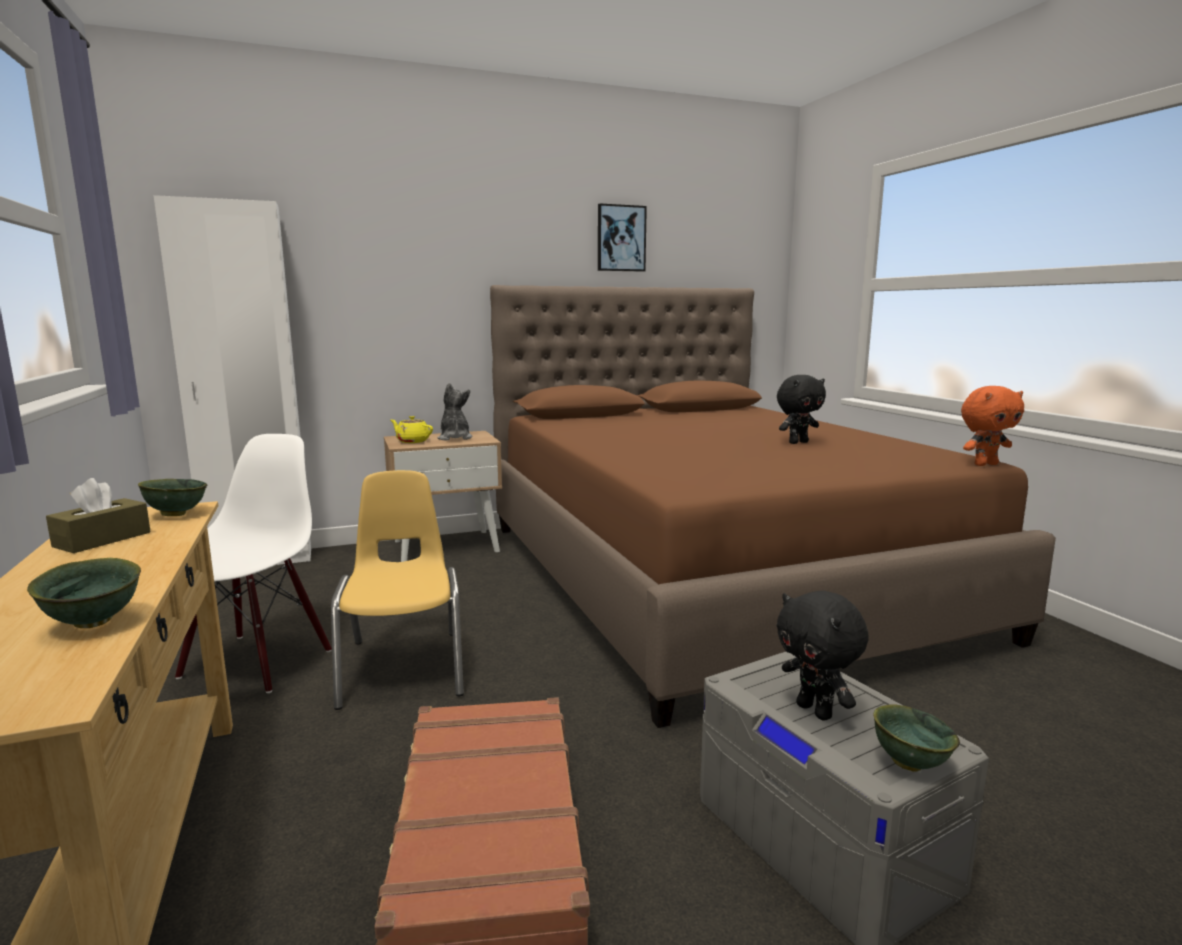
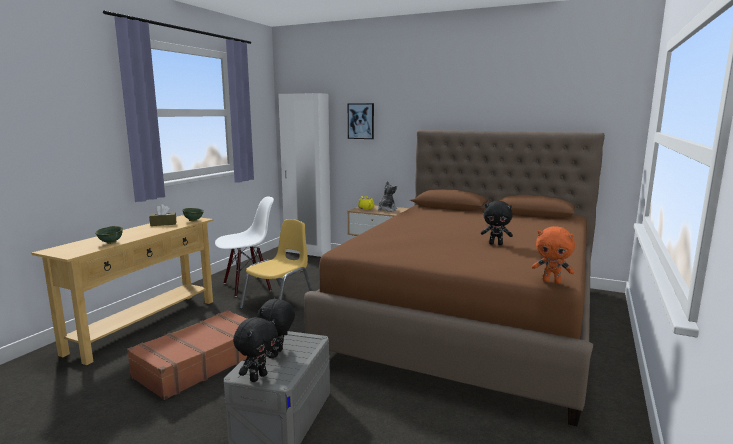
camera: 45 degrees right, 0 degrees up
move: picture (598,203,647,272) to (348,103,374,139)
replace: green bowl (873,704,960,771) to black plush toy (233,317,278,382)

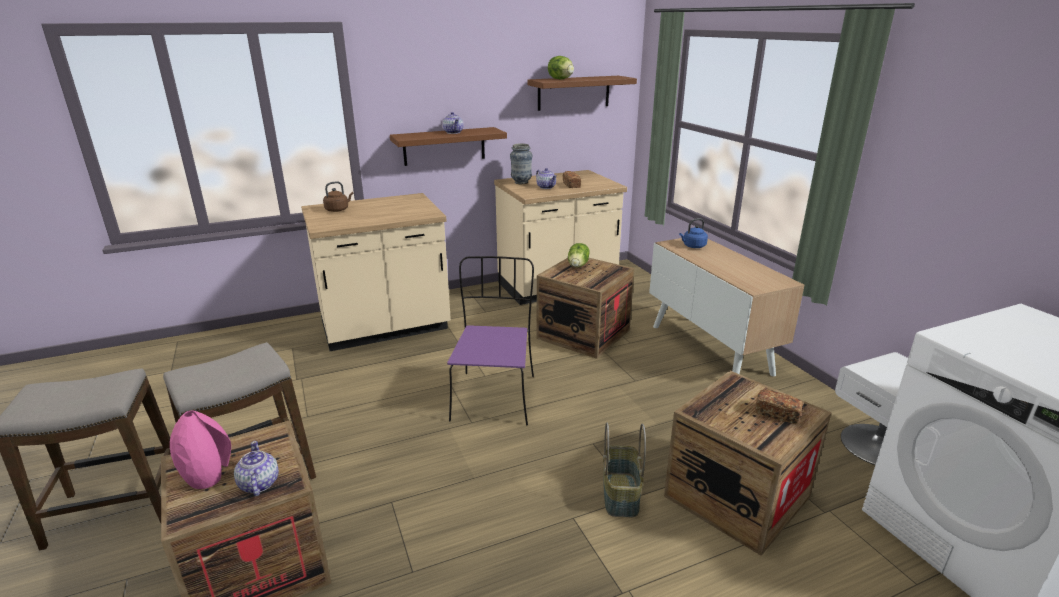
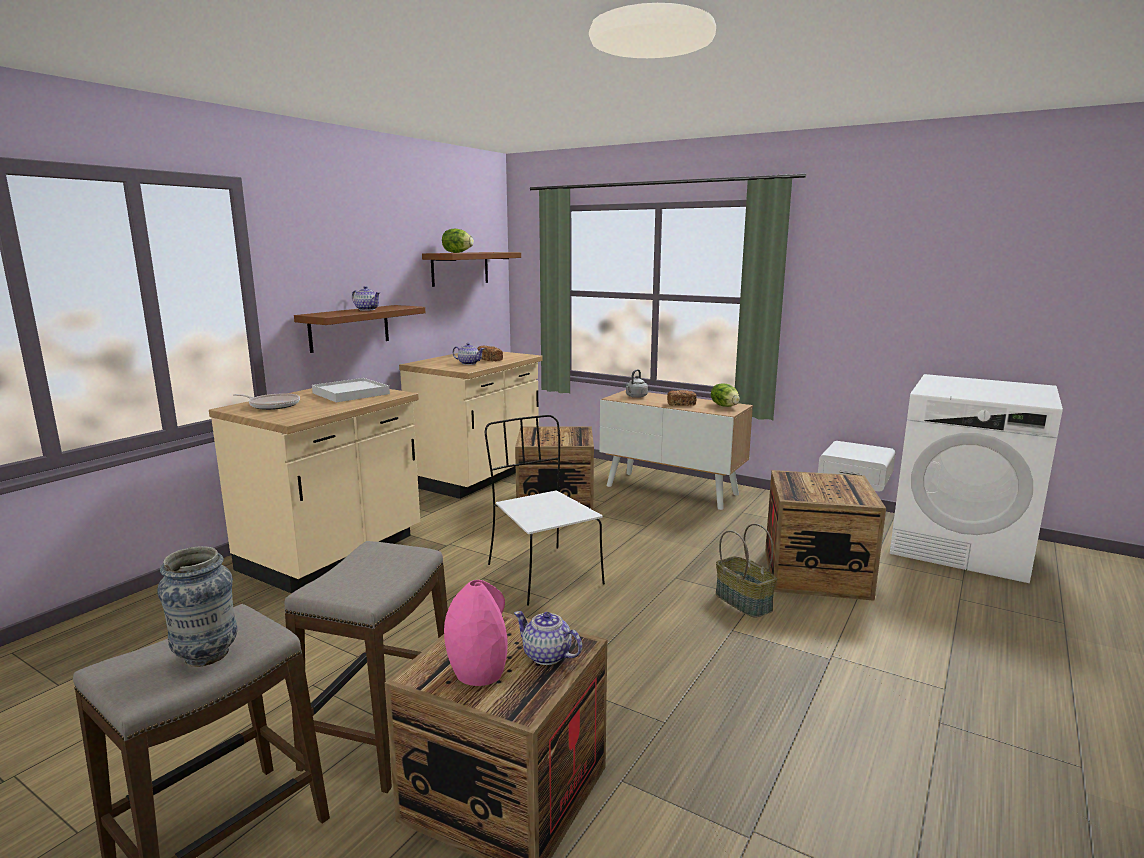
camera: 35 degrees left, 10 degrees down
insert: white tray (312,378,390,402)
move: vase (510,144,532,184) to (157,546,237,667); lettuce (568,243,589,267) to (711,383,740,407); bread (755,389,803,424) to (667,390,697,406)
replace: brown kettle (323,181,353,212) to frying pan (233,393,300,410)
recolor: blue kettle (679,218,708,248) to grey kettle (626,369,648,398); purple chair (447,256,534,425) to white chair (485,415,605,606)

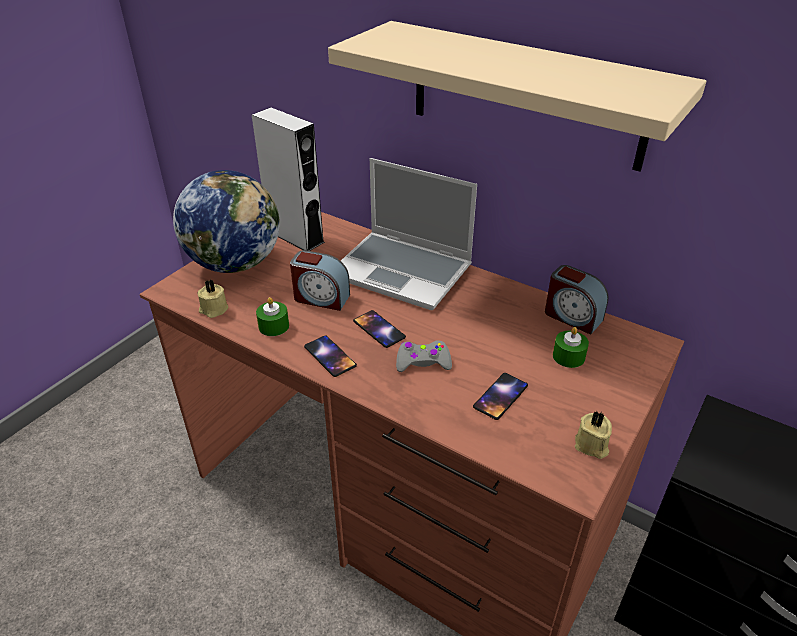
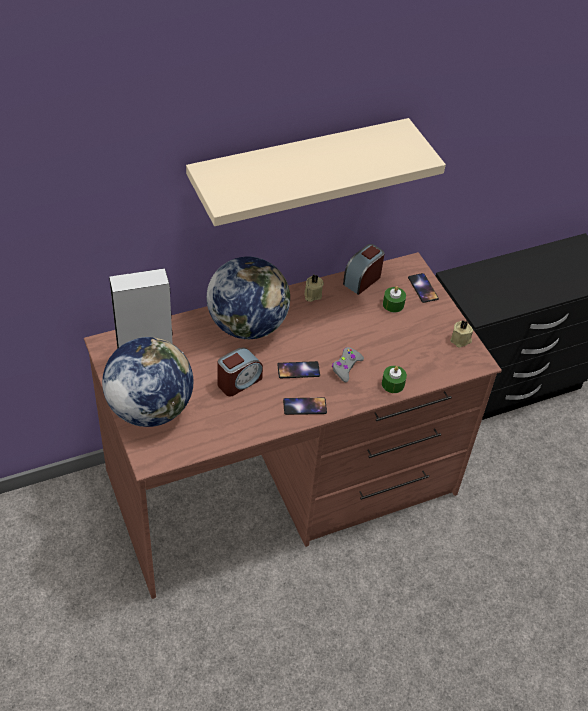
camera: 60 degrees left, 10 degrees up
move: beige candle (197,279,229,318) to (304,274,324,302); green candle (256,297,289,336) to (382,366,407,393); phone (473,373,528,420) to (408,273,439,303)
replace: laptop (341,158,477,310) to globe (207,257,290,339)
rotate: alarm clock (545,265,609,335) = (343,244,385,295) 150 degrees clockwise

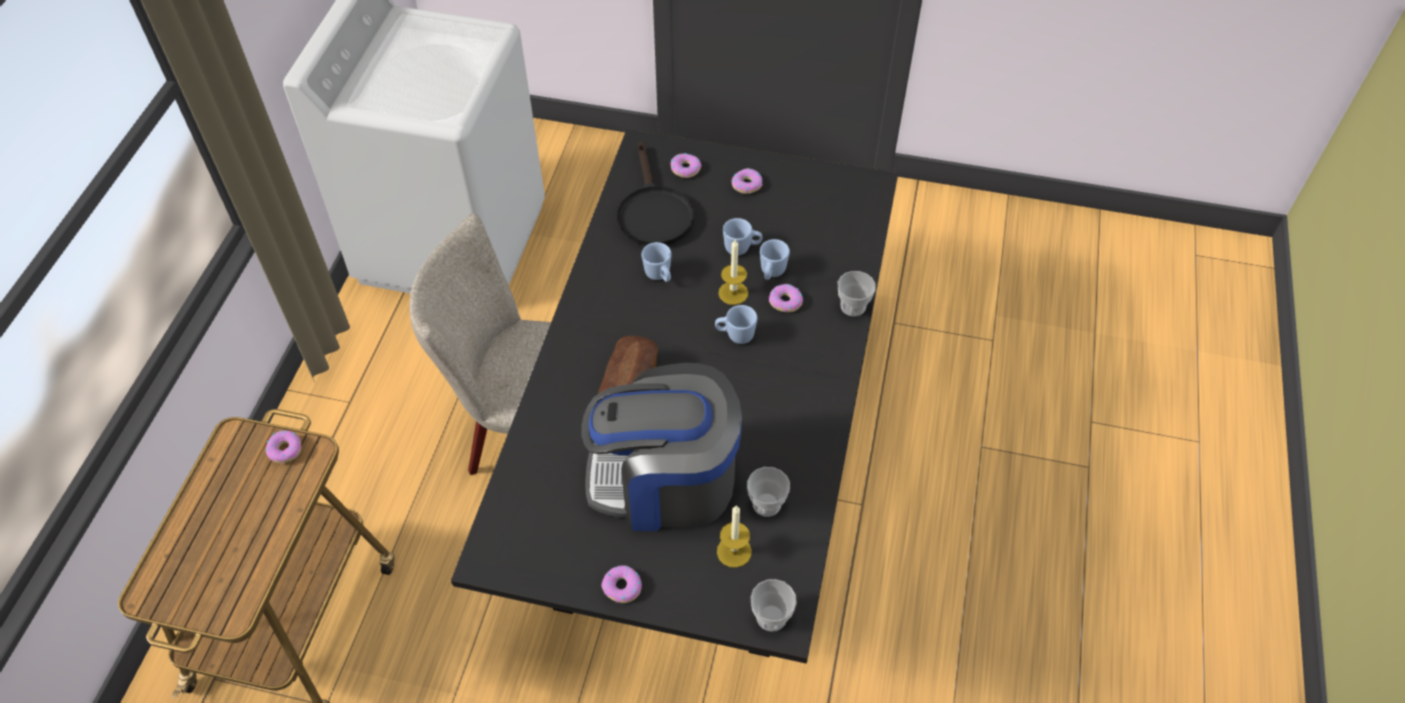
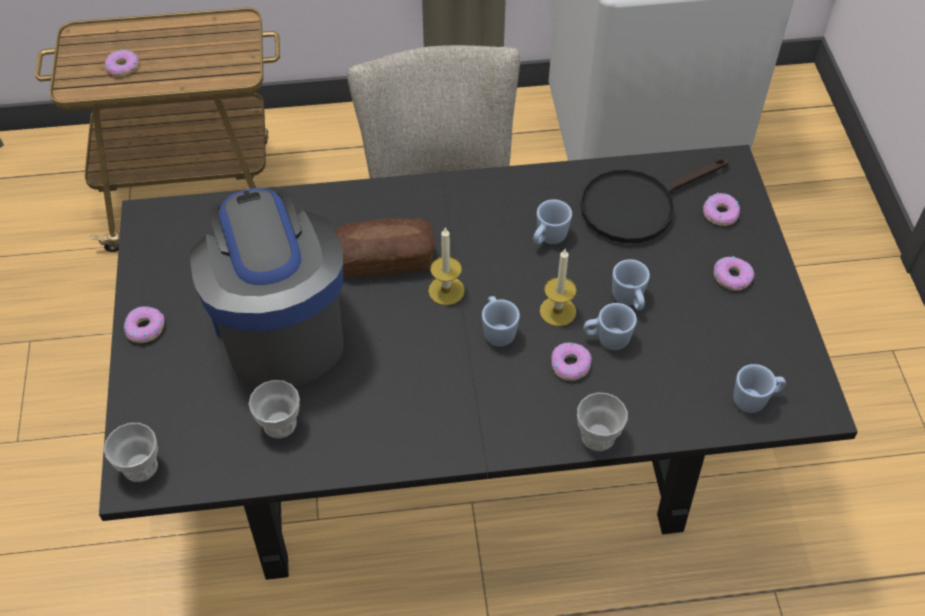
camera: 70 degrees right, 0 degrees up
insert: blue mug (734,364,786,413)
move: donut (266,430,301,463) to (105,50,139,77); candle (717,505,752,568) to (428,227,465,305)

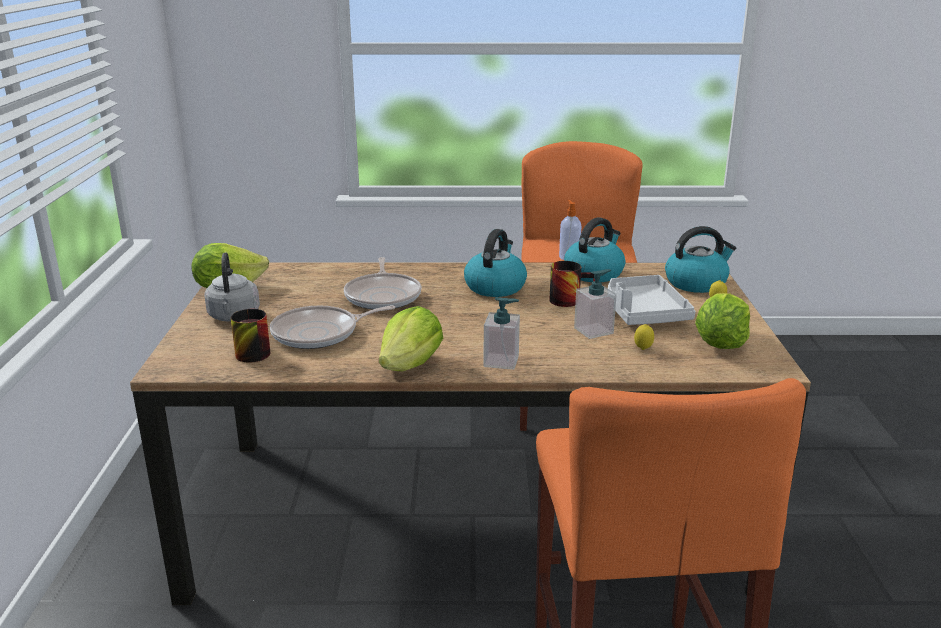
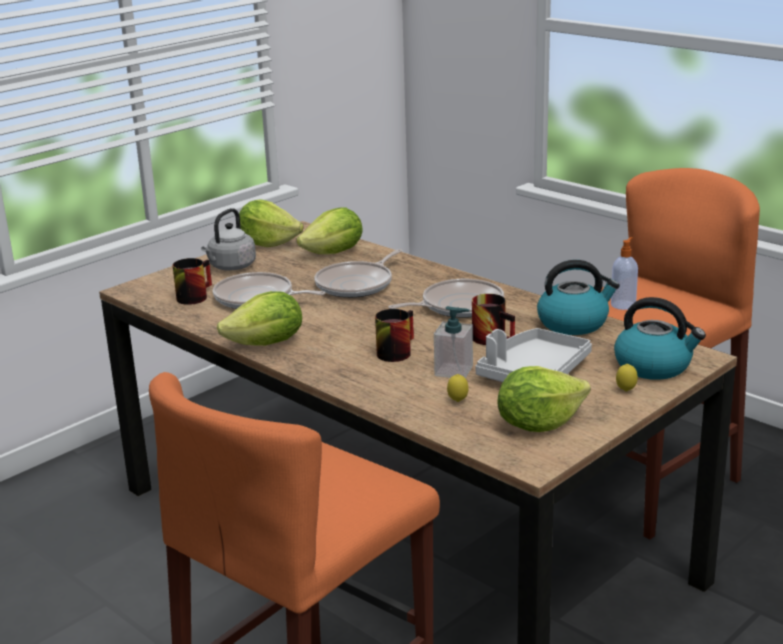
camera: 45 degrees right, 0 degrees up
delete: soap dispenser (483,297,520,370)
insert: lettuce (296,207,363,254); mug (375,309,414,362)
replace: kettle (464,229,527,297) to frying pan (388,279,504,318)

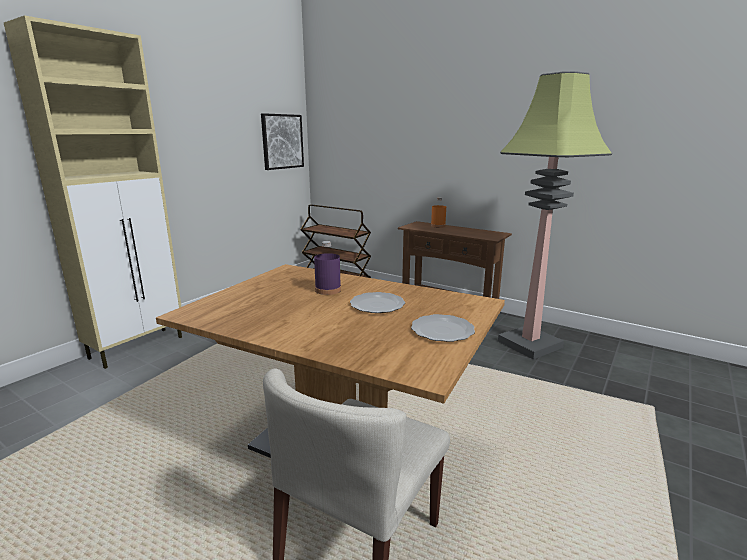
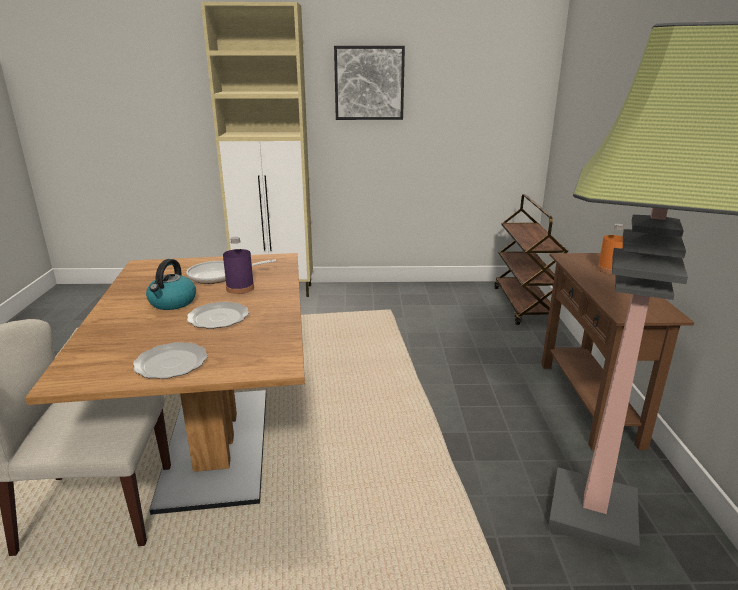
camera: 55 degrees right, 5 degrees up
insert: kettle (146,259,196,310); frying pan (186,260,276,284)
move: picture (261,113,304,170) to (334,46,405,120)

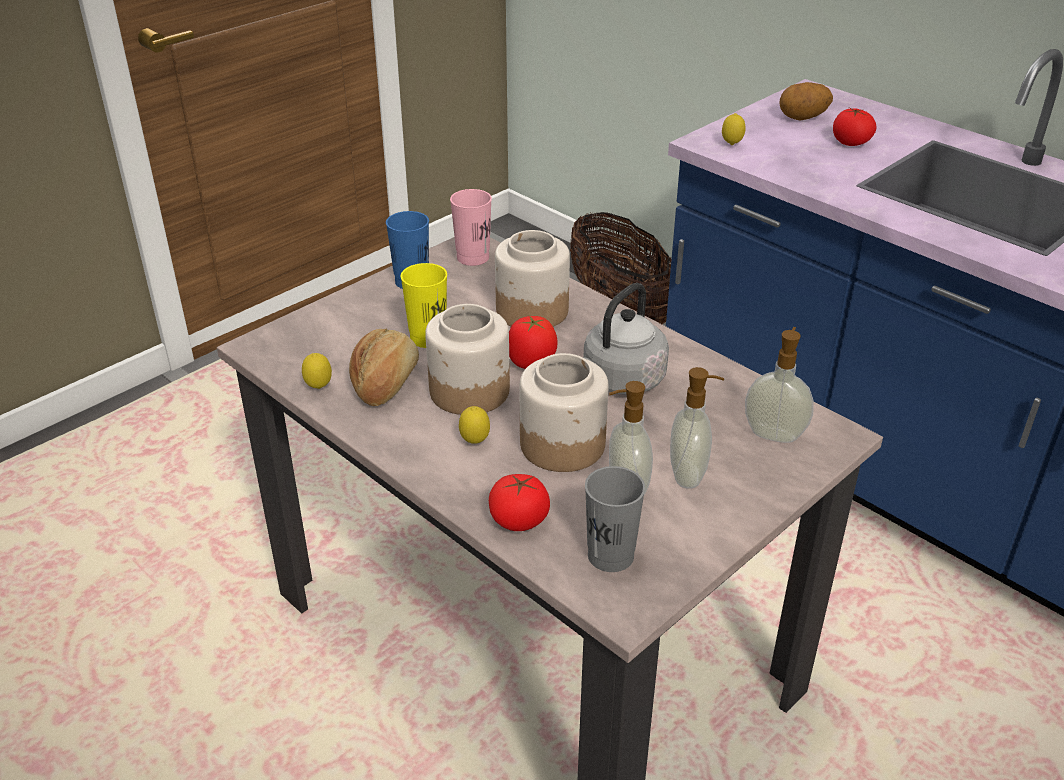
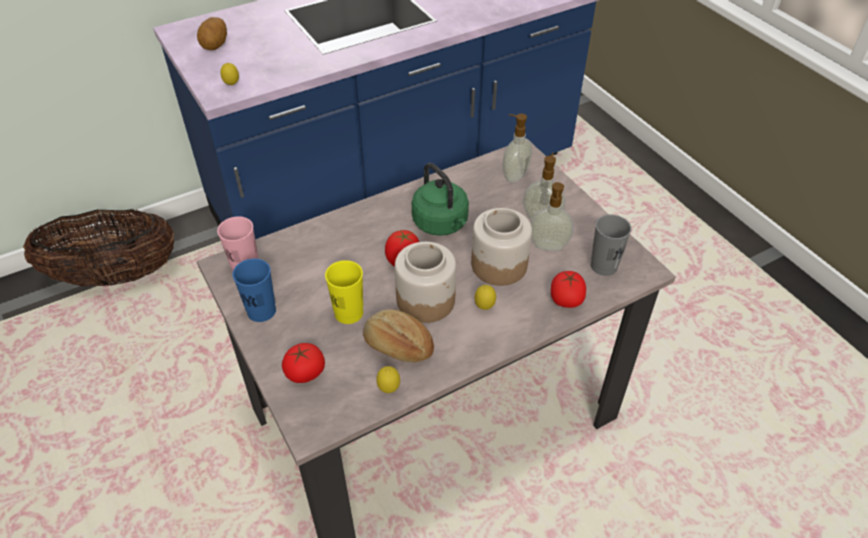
camera: 75 degrees left, 10 degrees up
delete: jar (495,230,570,327)
move: tomato (833,108,877,146) to (282,343,325,383)
recolor: grey kettle (583,283,669,395) to green kettle (412,163,469,236)

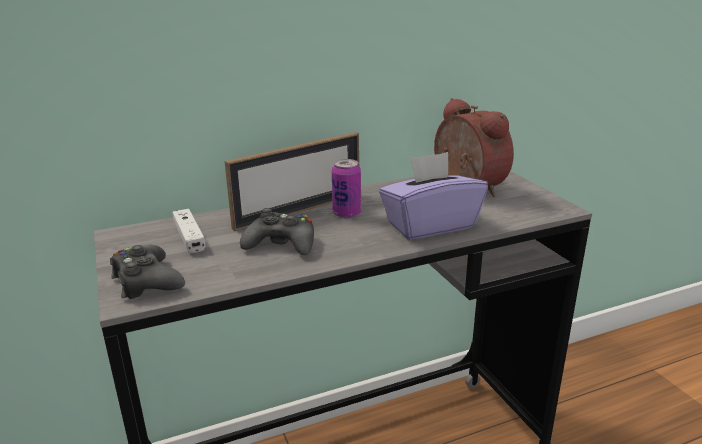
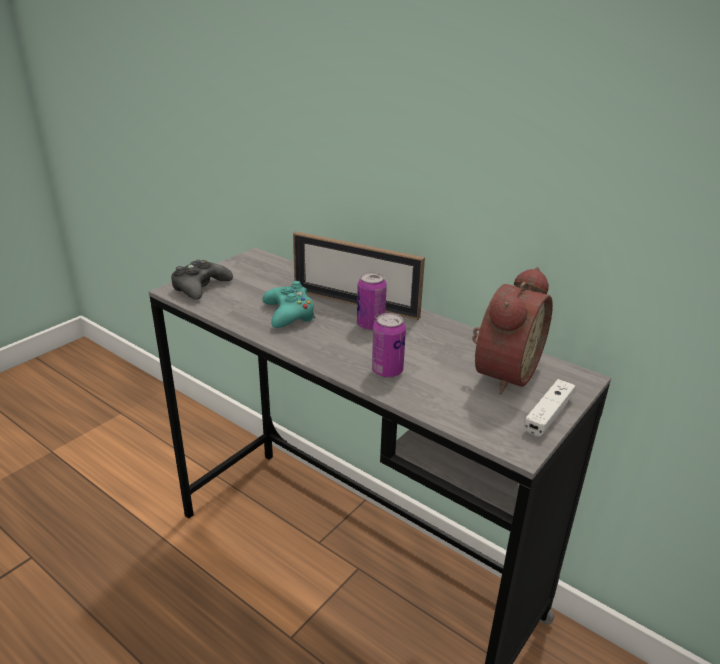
camera: 60 degrees right, 5 degrees up
move: white game controller (172,209,205,253) to (524,379,575,437)
replace: purple tissue box (379,152,488,240) to can (372,313,406,378)
recolor: black game controller (240,208,314,255) to turquoise game controller (262,281,315,328)

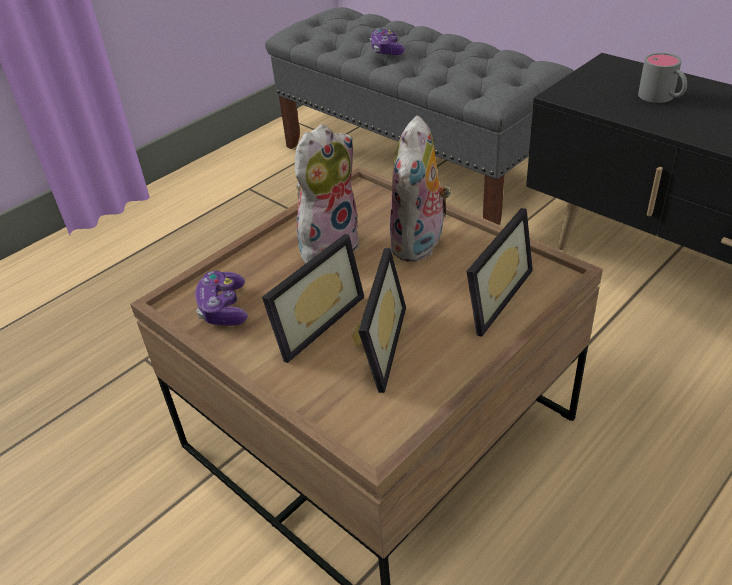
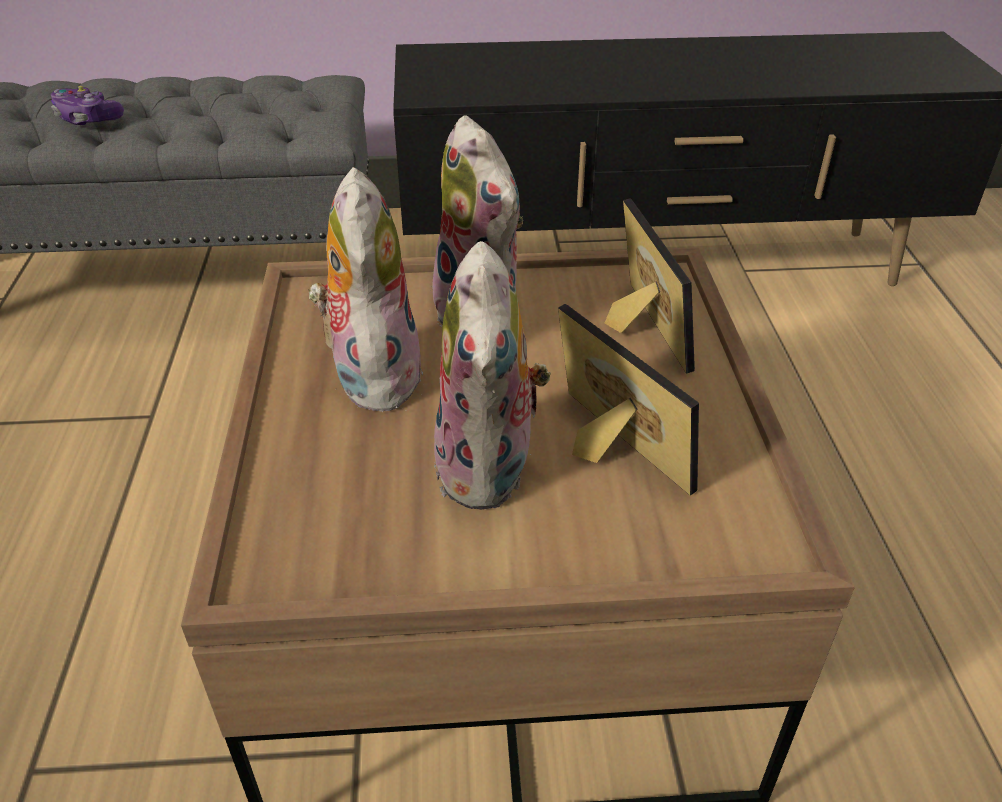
camera: 50 degrees left, 0 degrees up
delete: grey mug (638,53,687,103); game controller (195,271,248,326)
replace: picture frame (262,234,365,363) to plush toy (434,241,551,510)

